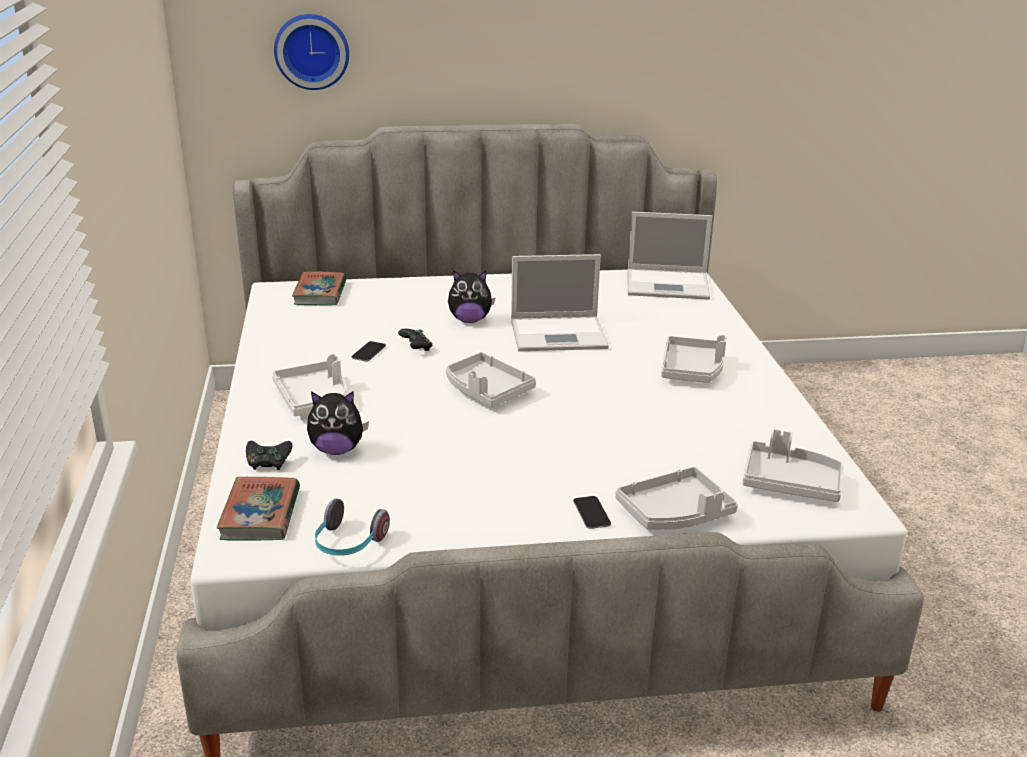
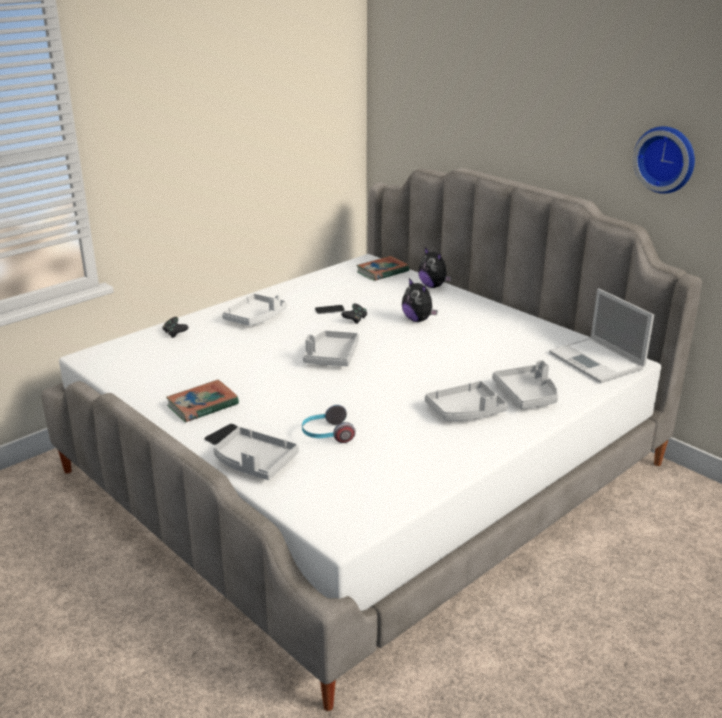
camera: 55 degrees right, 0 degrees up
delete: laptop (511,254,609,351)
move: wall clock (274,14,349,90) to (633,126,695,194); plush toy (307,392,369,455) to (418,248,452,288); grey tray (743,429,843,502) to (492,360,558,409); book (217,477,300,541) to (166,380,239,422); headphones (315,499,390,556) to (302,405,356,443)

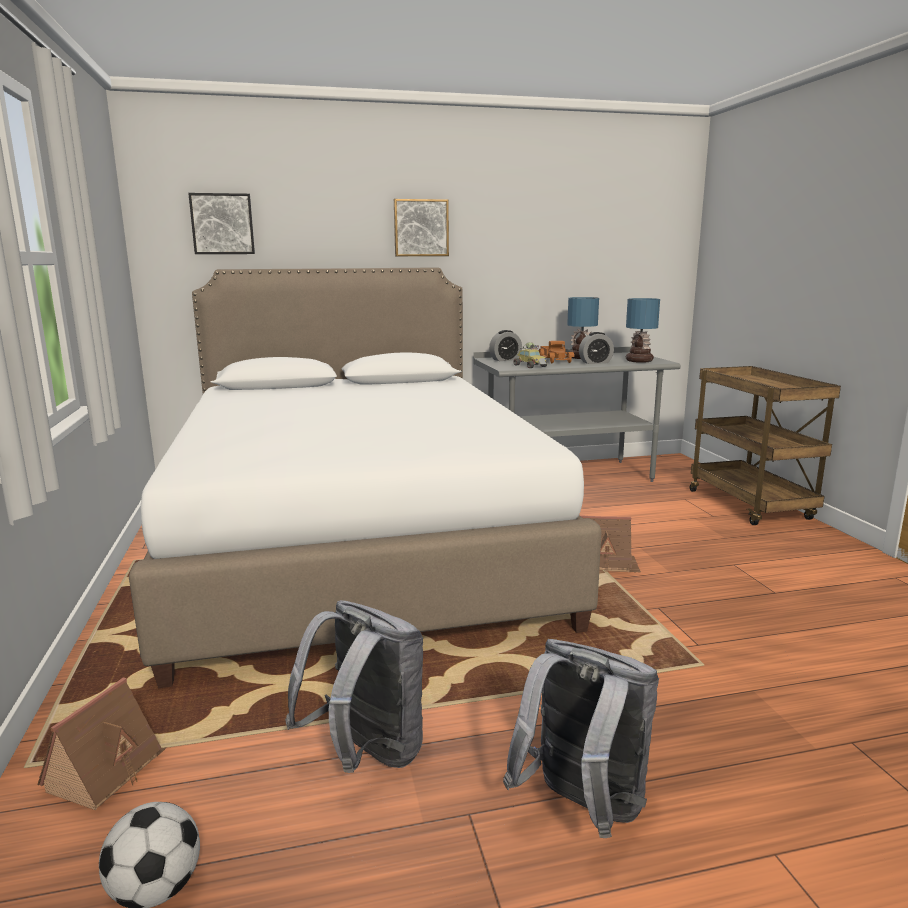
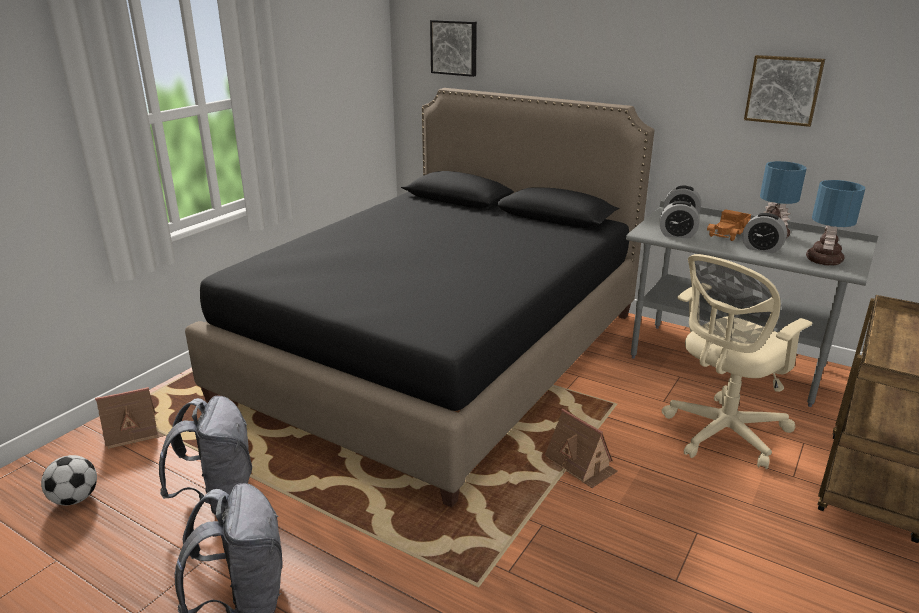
camera: 45 degrees right, 10 degrees up
insert: beige office chair (662,254,812,469)
move: picture (394,199,449,256) to (744,55,825,127)
replace: toy car (513,342,547,368) to alarm clock (660,201,699,239)
recolor: white bed (129,267,602,688) to black bed (185,88,654,508)

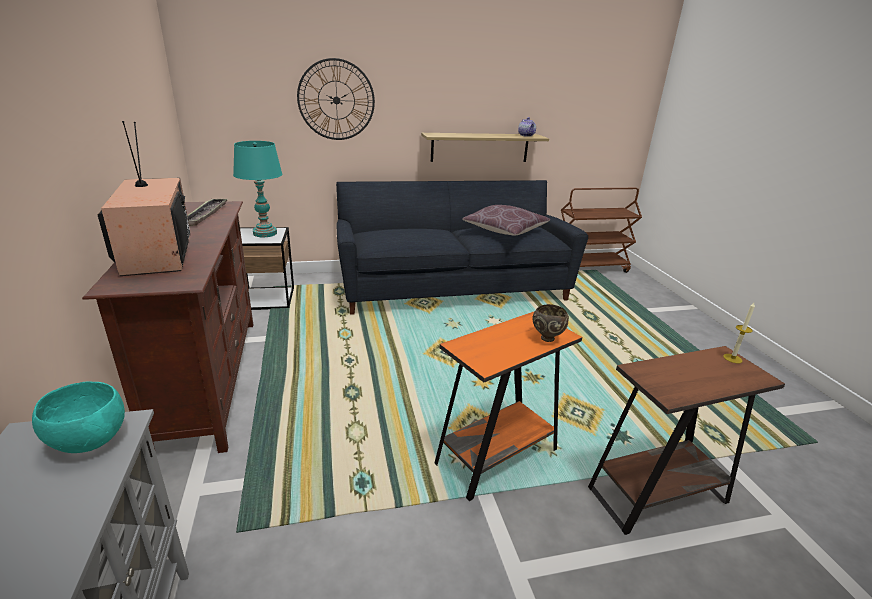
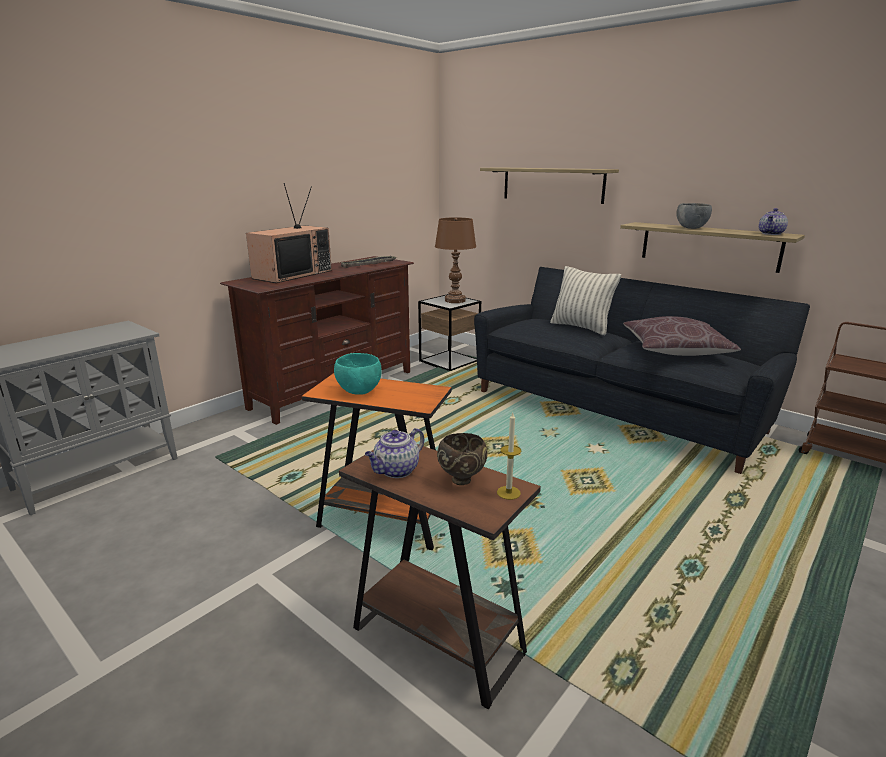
camera: 55 degrees right, 5 degrees down
insert: grey bowl (676,203,712,229); pillow (550,266,621,335); teapot (365,428,424,478)
move: brown bowl (532,304,569,342) to (437,433,488,485); turquoise bowl (32,381,125,453) to (334,353,382,395)
replace: wall clock (297,58,375,140) to shelf (480,167,619,204)
recolor: turquoise table lamp (233,141,283,237) to brown table lamp (435,217,476,303)

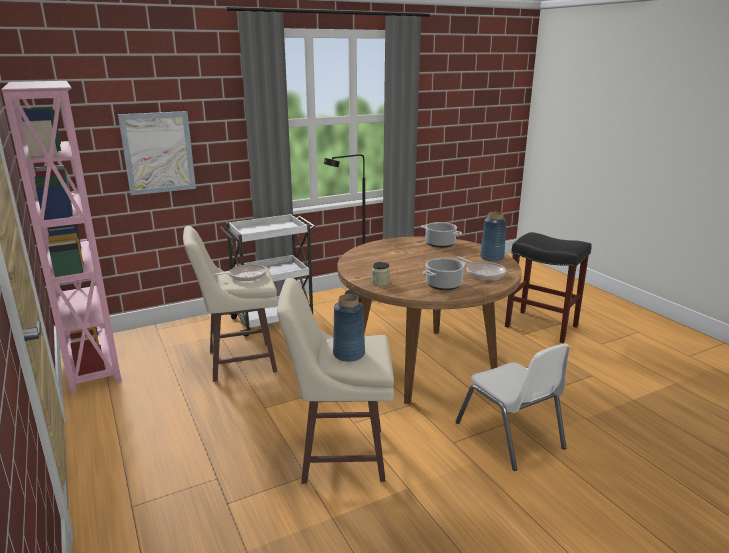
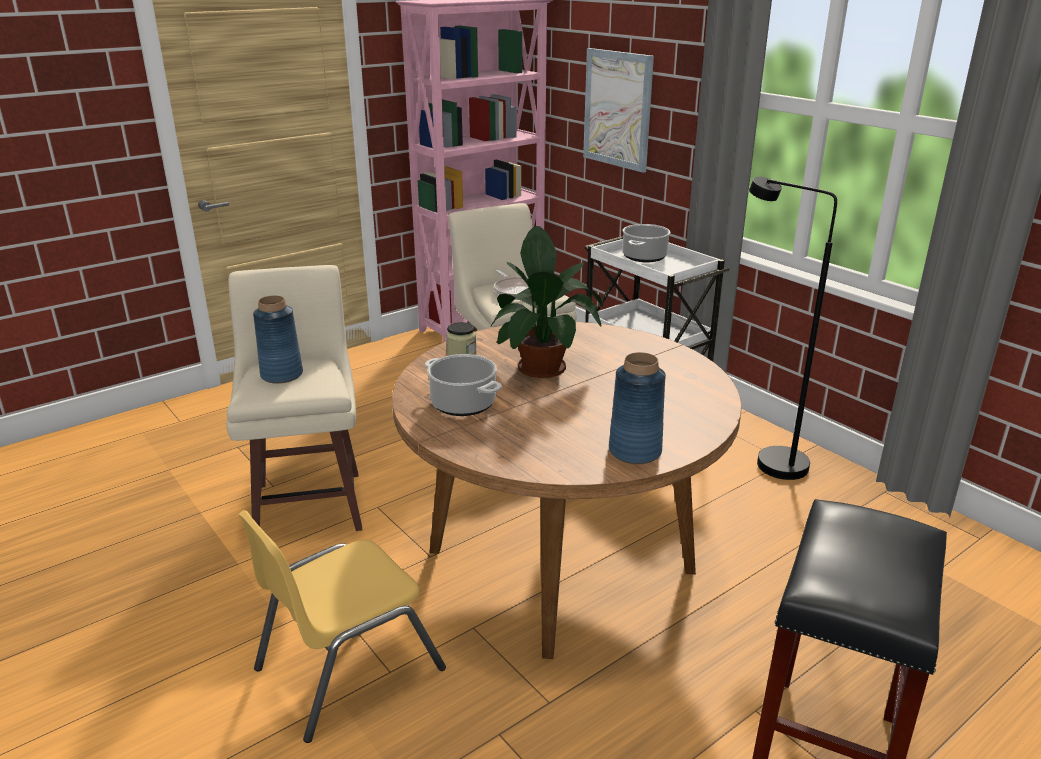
camera: 80 degrees right, 5 degrees up
delete: frying pan (457,256,506,280)
insert: potted plant (491,226,603,378)
move: cooking pot (421,222,462,248) to (622,224,670,262)
recolor: white chair (455,344,570,471) to yellow chair (238,510,446,743)

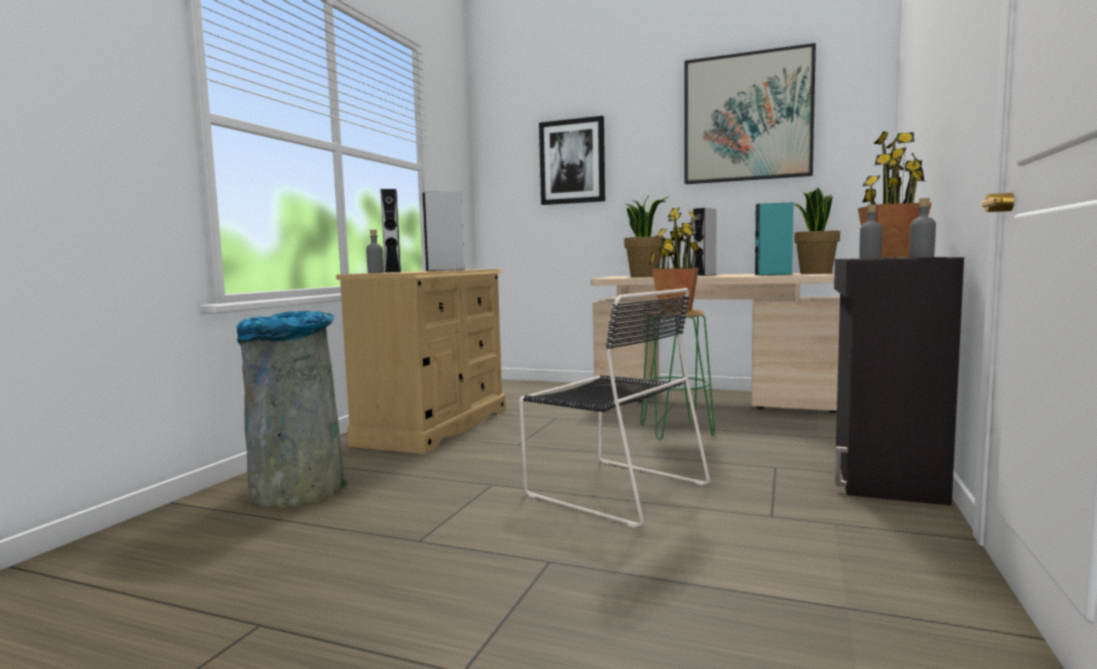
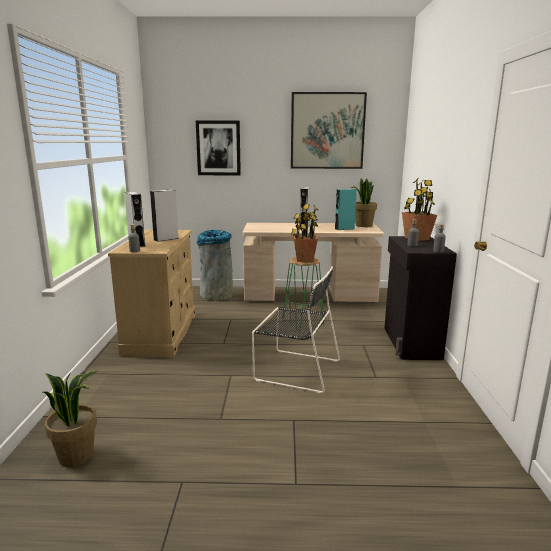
camera: 20 degrees left, 10 degrees up
move: potted plant (624,195,669,277) to (43,371,97,467); grey trash can (237,311,347,508) to (197,230,233,300)

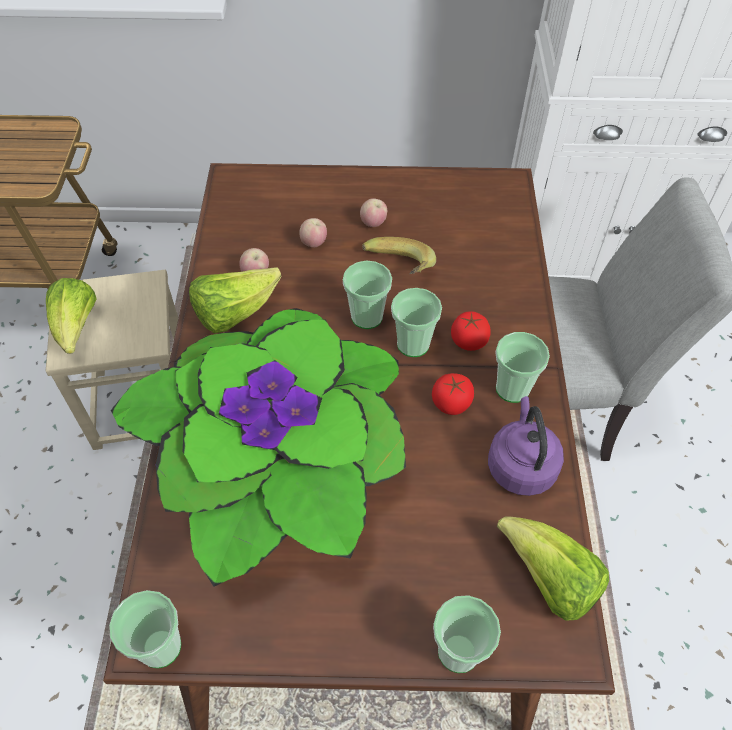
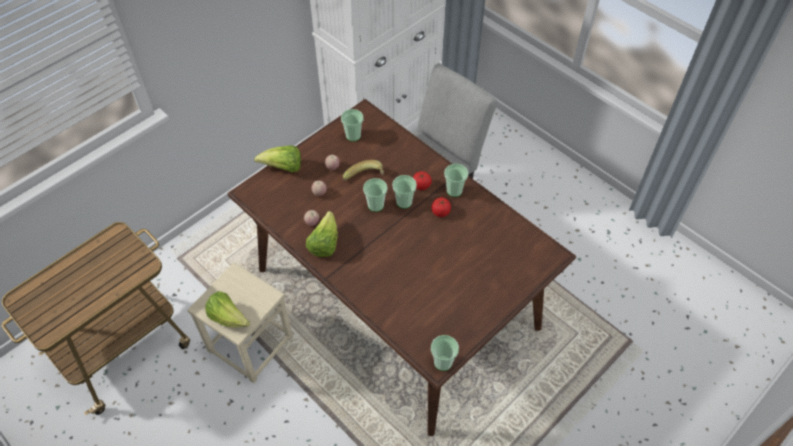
camera: 45 degrees left, 0 degrees up
delete: potted plant (111,308,406,587); purple kettle (488,396,564,496)
move: lettuce (497,516,609,621) to (254,145,301,172); cup (433,595,501,673) to (341,109,363,141)

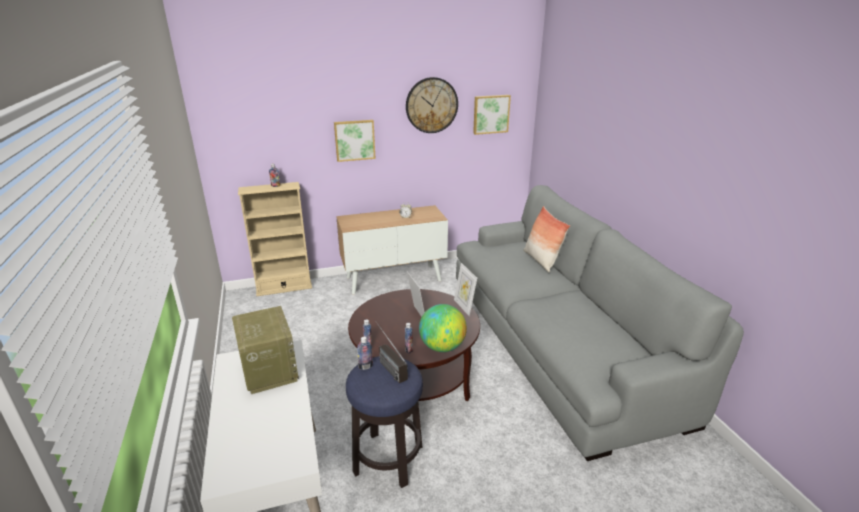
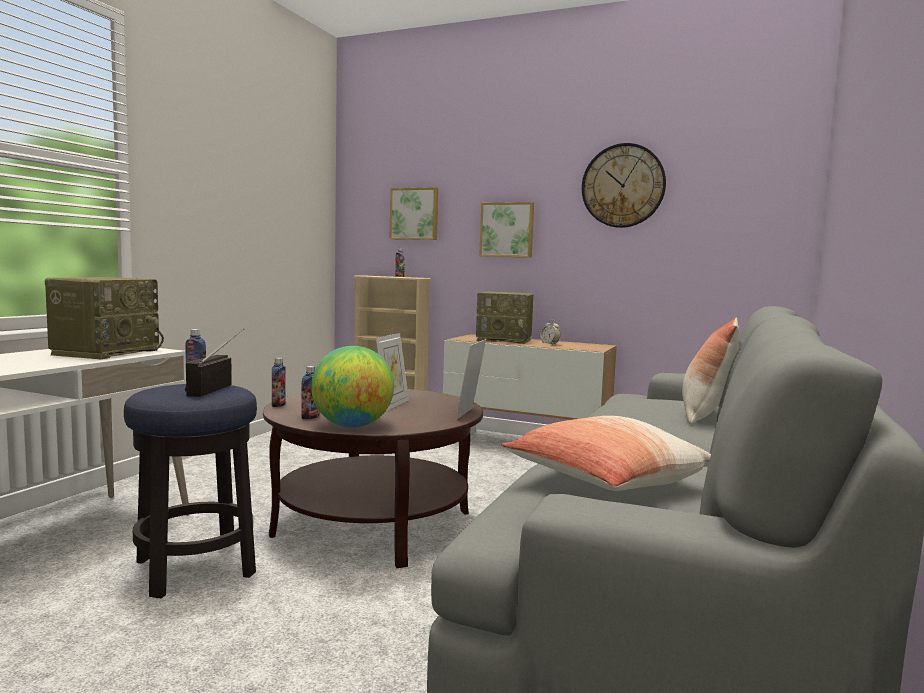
camera: 40 degrees right, 20 degrees down
insert: radio (476,292,534,344); pillow (501,416,711,491)
move: picture (473,95,511,135) to (390,187,438,240)

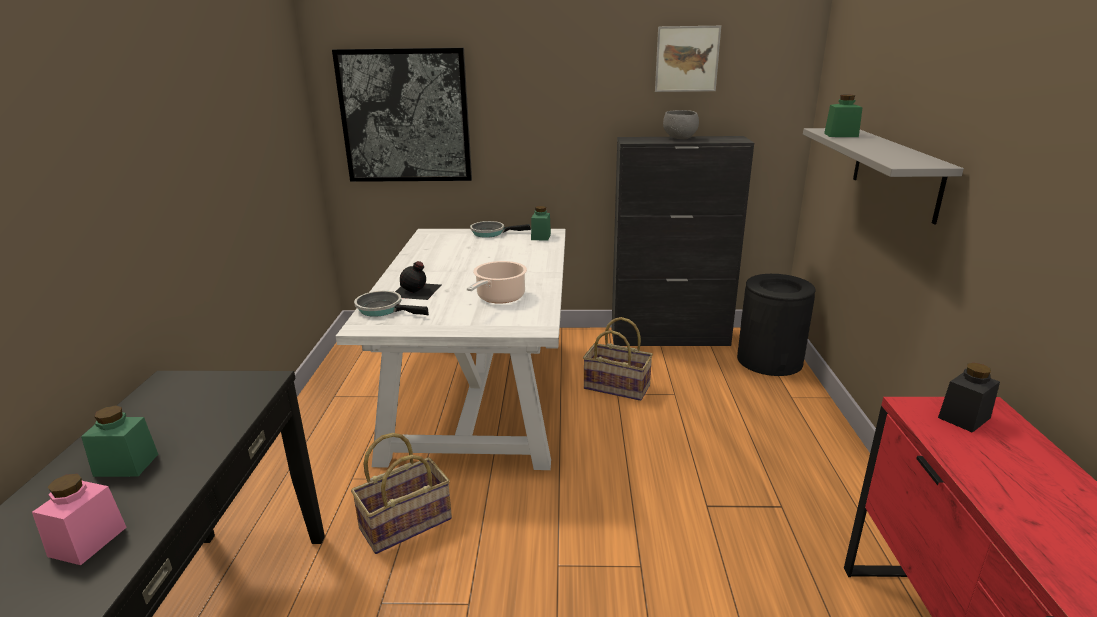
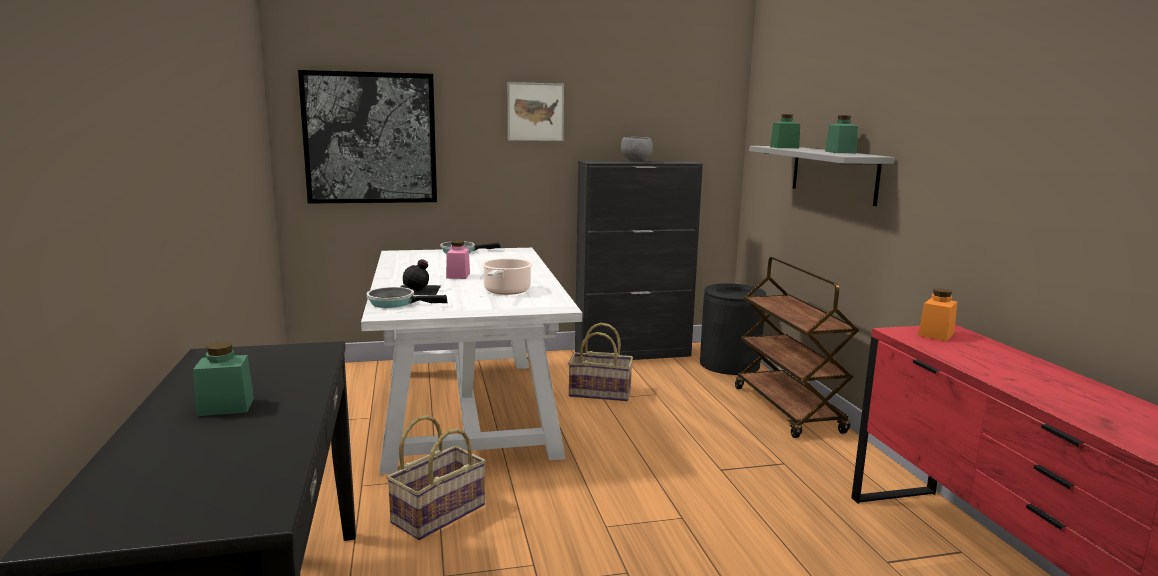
camera: 15 degrees left, 10 degrees down
insert: brown cart (735,257,859,438)
move: picture (655,26,721,92) to (508,82,564,141); green jar (531,206,551,241) to (825,115,858,153); pink jar (32,474,127,565) to (446,241,470,279)
recolor: black jar (938,363,1000,433) to orange jar (918,288,957,341)

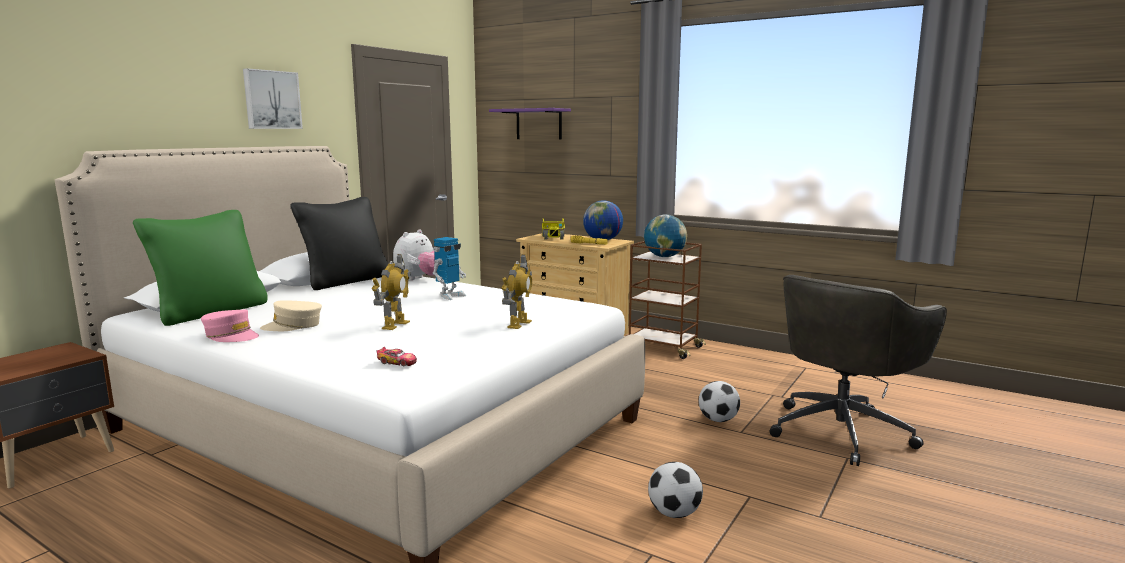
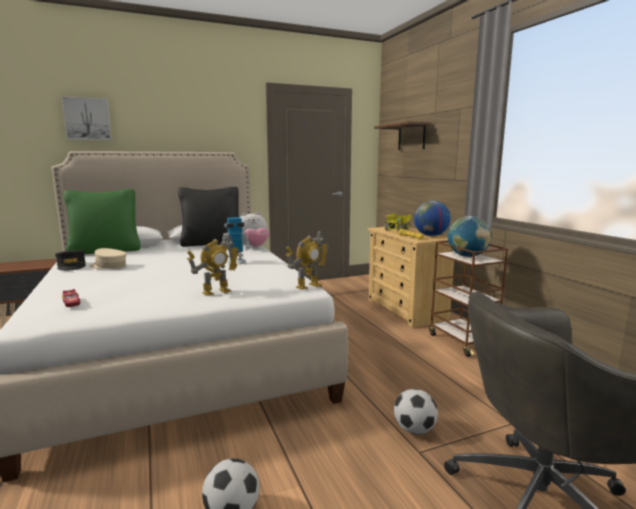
camera: 35 degrees right, 0 degrees up
move: picture (243,68,303,129) to (61,96,112,140); toy robot (372,254,410,330) to (285,231,329,290)
recolor: purple shelf (489,108,571,140) to brown shelf (374,122,432,150); pink cap (201,309,259,342) to black cap (55,250,86,271)

